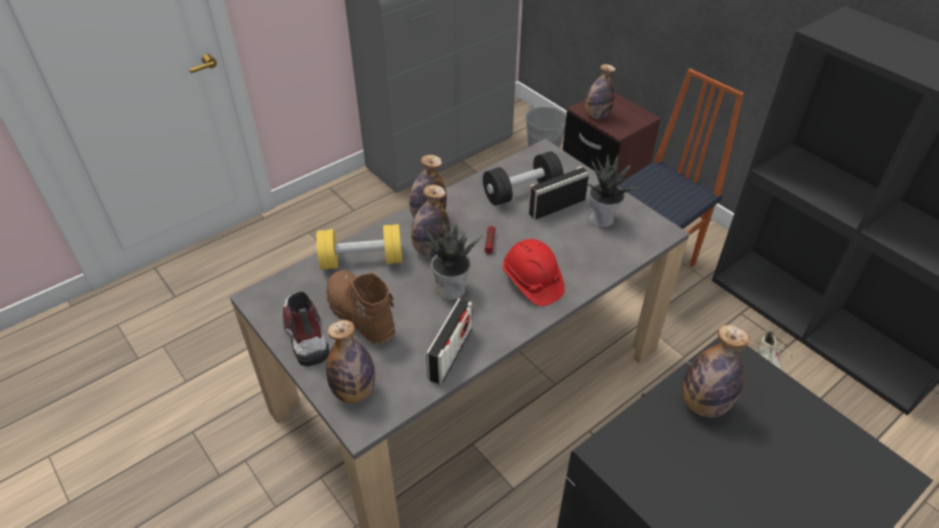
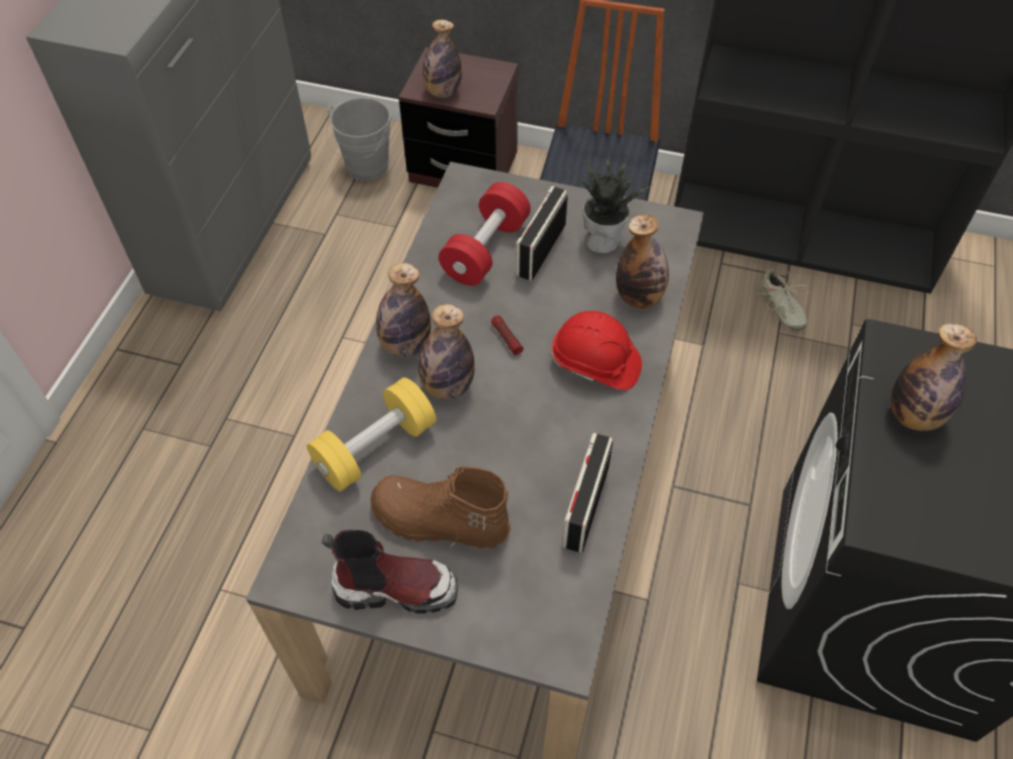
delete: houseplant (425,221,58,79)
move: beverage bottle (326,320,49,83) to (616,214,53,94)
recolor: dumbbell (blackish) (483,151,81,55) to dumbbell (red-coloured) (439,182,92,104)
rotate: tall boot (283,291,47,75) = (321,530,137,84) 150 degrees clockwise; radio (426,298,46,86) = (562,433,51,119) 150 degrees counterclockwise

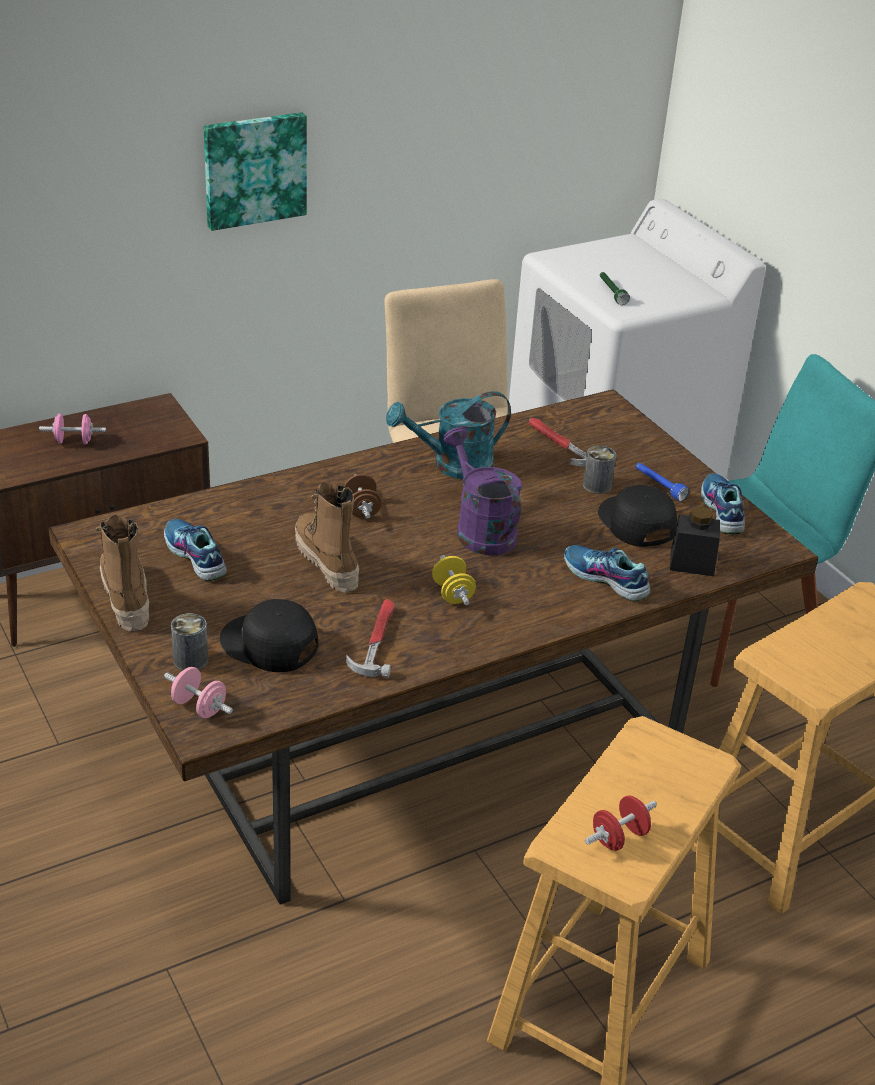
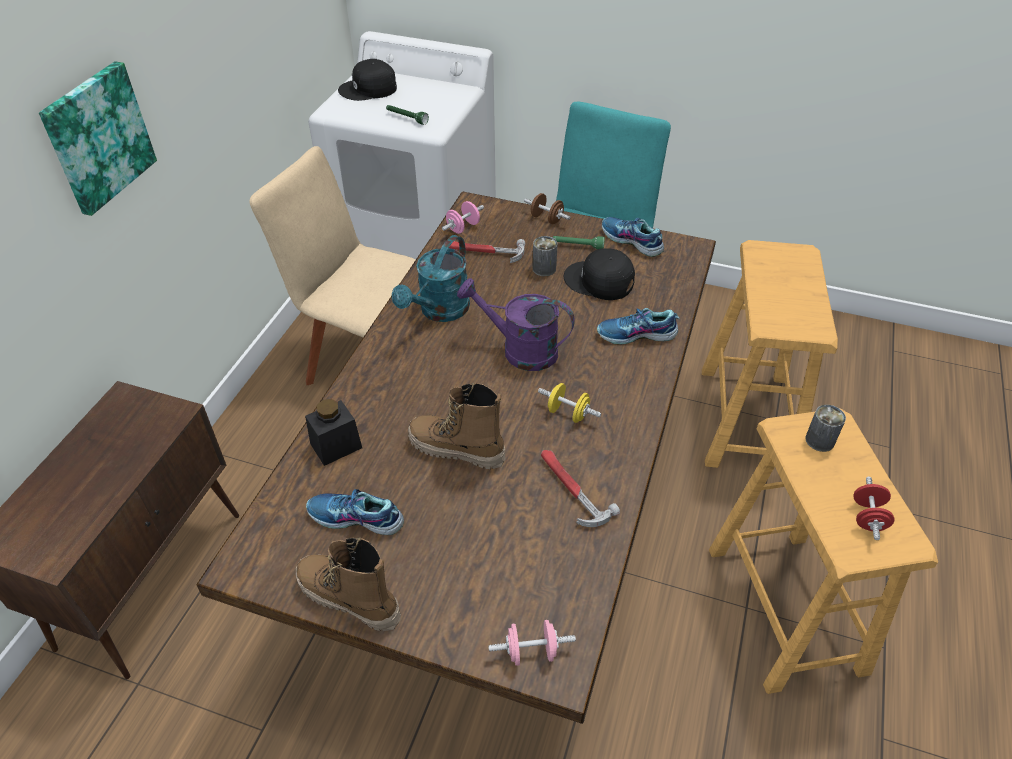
move: preserve jar (blackish) (670,506,50,70) to (305,399,57,67); cap (blackish) (220,599,98,73) to (338,59,59,42); dumbbell (pinkish) (39,414,67,30) to (442,201,42,33); dumbbell (brown-coloured) (344,474,38,45) to (524,193,46,31); metal can (171,613,37,58) to (805,405,41,47)
recolor: flashlight (bluish) (636,463,53,38) to flashlight (greenish) (553,236,52,13)

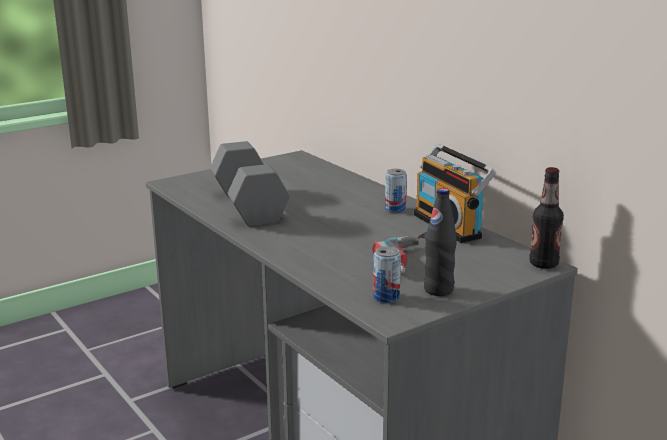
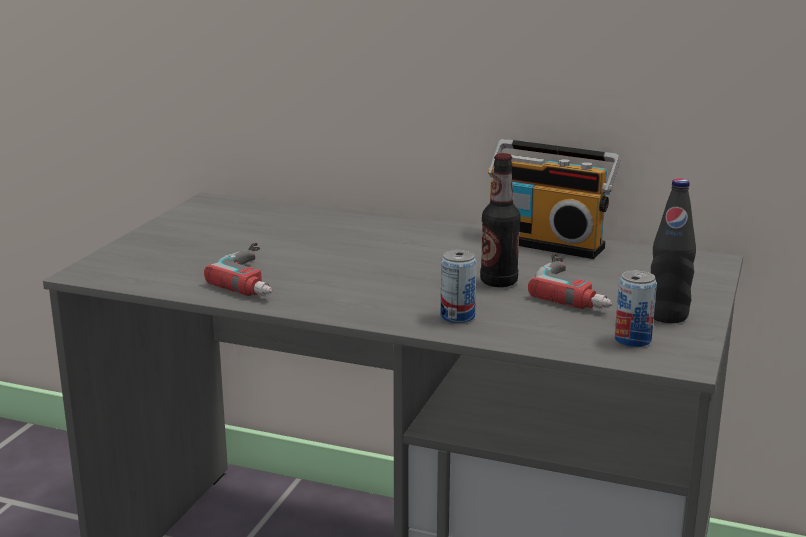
move: metal can (385,169,22,44) to (441,250,36,73); beverage bottle (529,167,35,102) to (480,153,41,134)
replace: dumbbell (grey) (210,141,80,86) to drill (204,243,69,53)

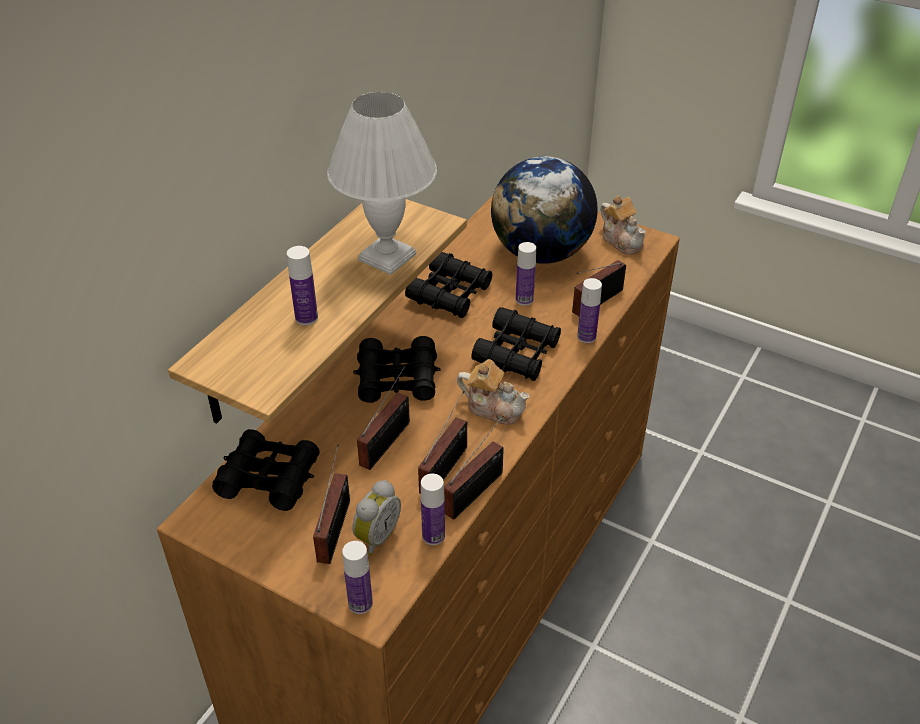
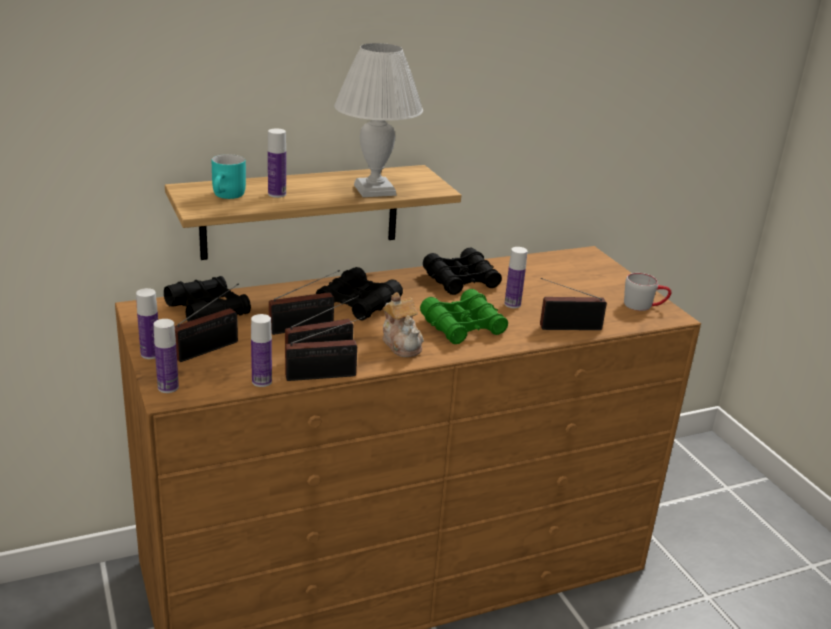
delete: table clock (352,480,49,76); desk globe (491,156,107,108)
insert: mug (blue-green) (211,154,35,45)
move: beverage bottle (577,278,25,65) to (136,288,22,71)
replace: pot for tea (600,195,46,60) to mug (grey) (624,273,48,38)
recolor: pair of binoculars (blackish) (471,307,90,74) to pair of binoculars (greenish) (420,289,88,55)

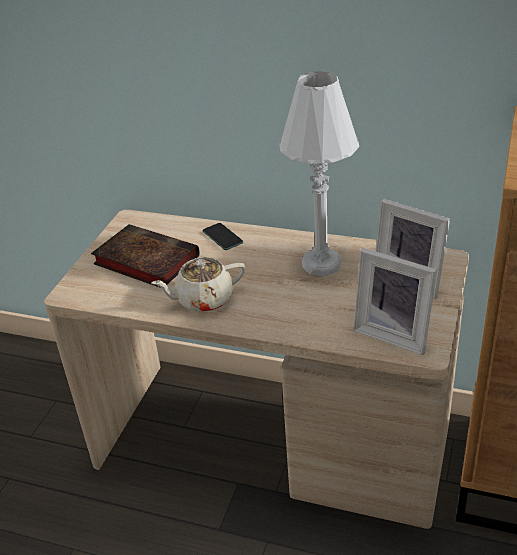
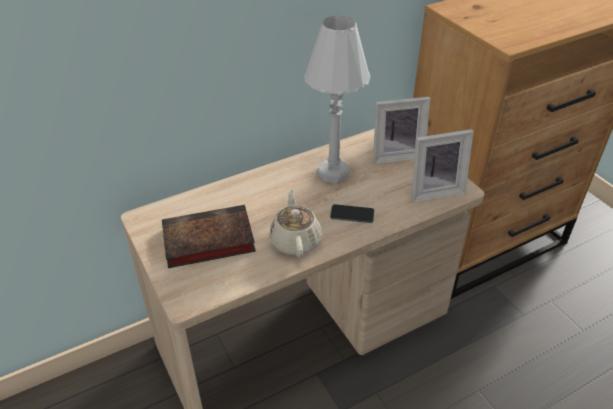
move: phone (203,223,40,27) to (330,204,44,19)
rotate: pot for tea (beige-coloured) (152,257,94,55) = (269,188,53,69) 150 degrees clockwise

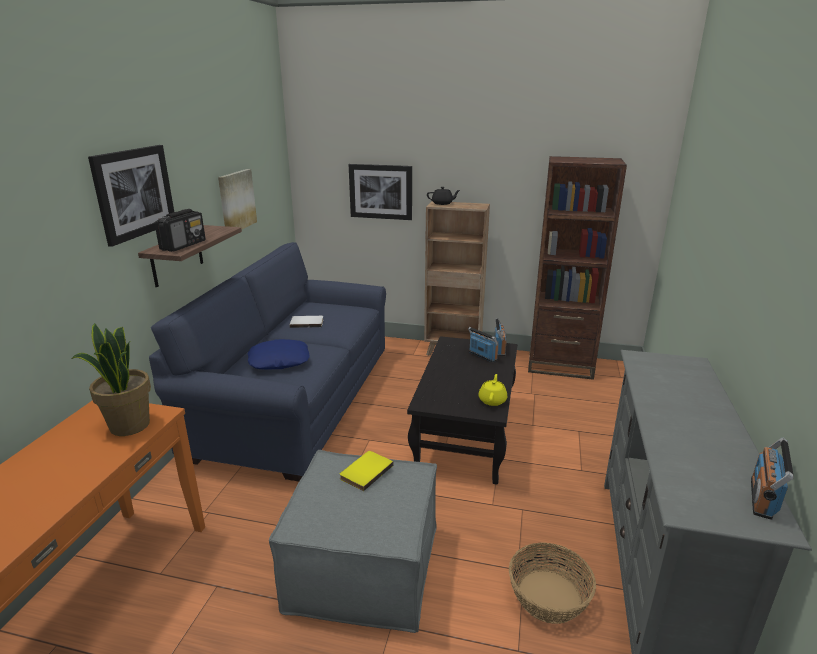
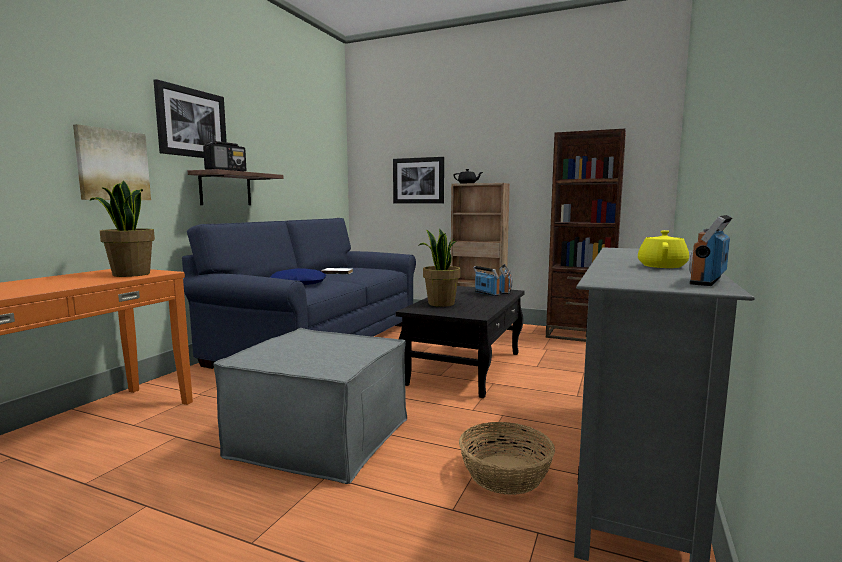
delete: bound book (yellow-coloured) (340,451,54,40)
insert: houseplant (418,228,43,79)
move: wall art (218,169,39,60) to (73,124,78,76); pot for tea (yellow-coloured) (479,374,28,32) to (638,230,51,38)

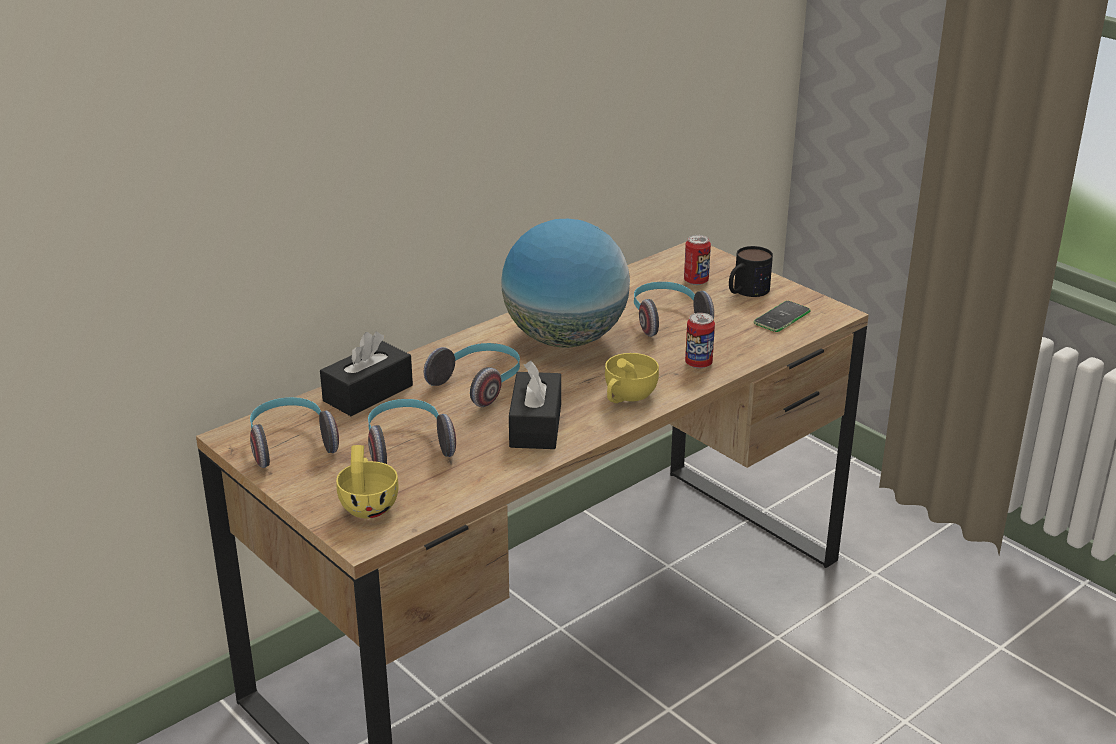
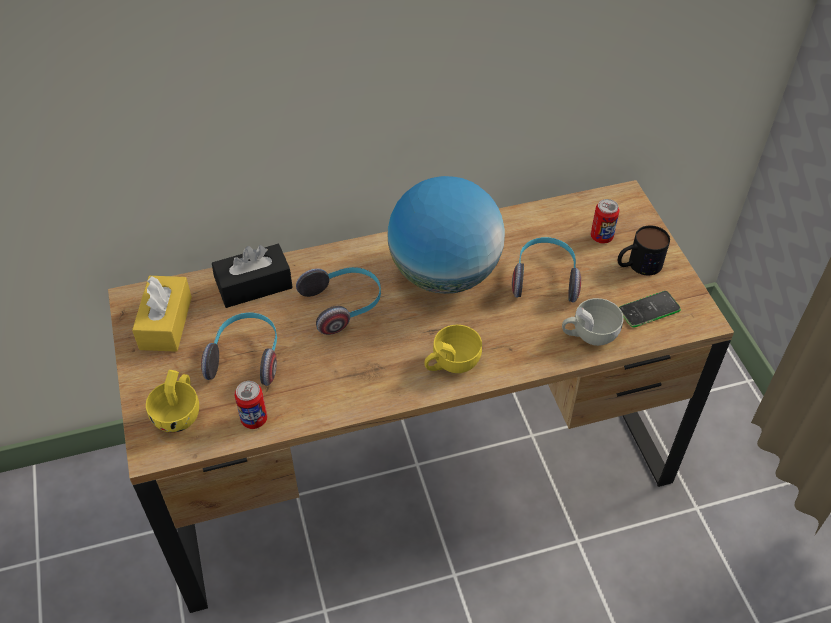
delete: tissue box (blackish) (509,361,52,88)
insert: drinking cup (whitish) (562,298,61,48)
move: metal can (685,313,30,55) to (235,381,32,48)
replace: headset (250,397,89,71) to tissue box (yellow-coloured) (132,276,60,76)

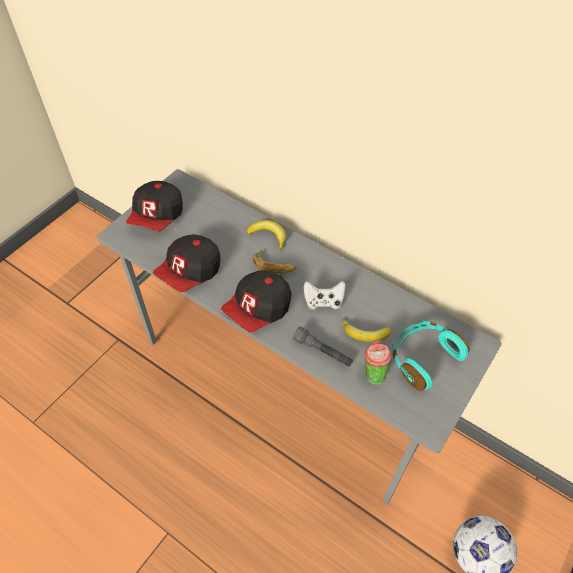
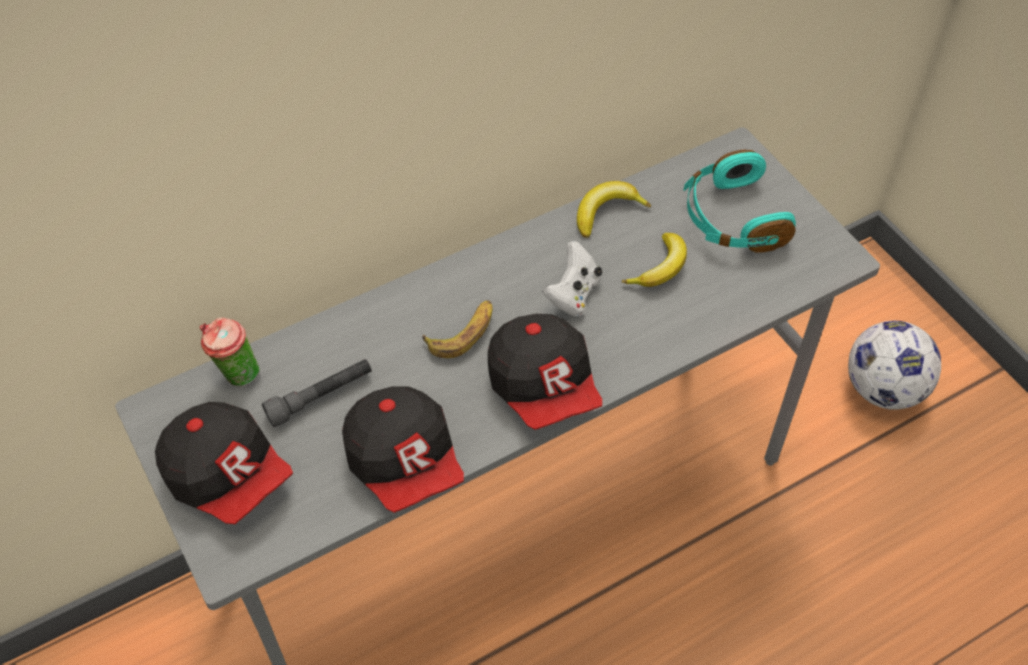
move: drinking cup (364,340,28,45) to (199,317,61,70); flashlight (grey) (293,326,60,41) to (262,359,110,68); banana (246,220,40,31) to (577,181,74,57)

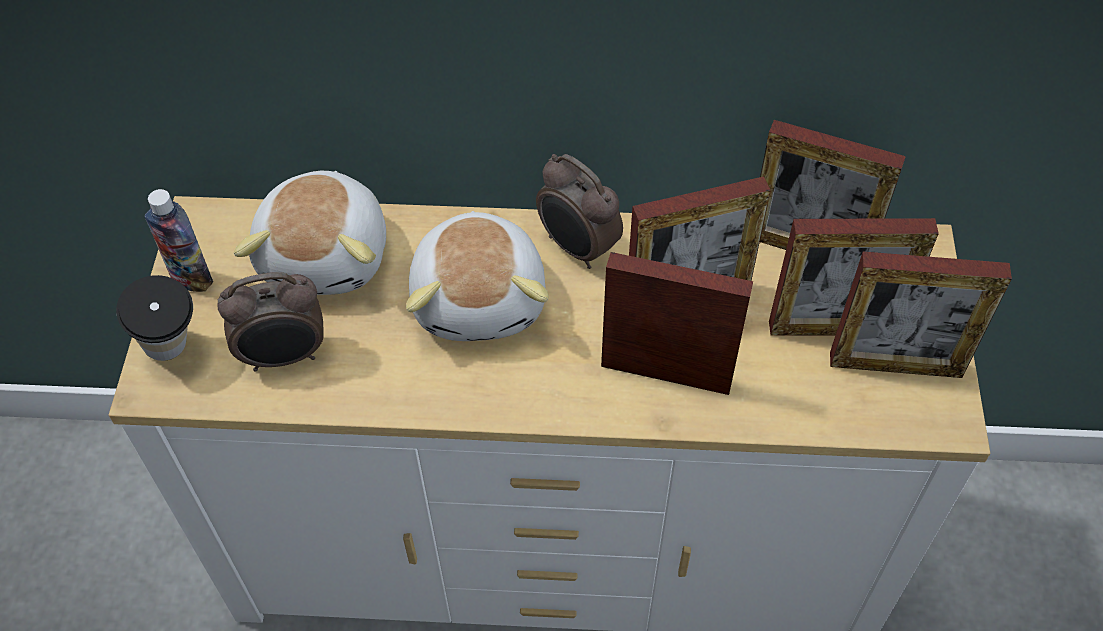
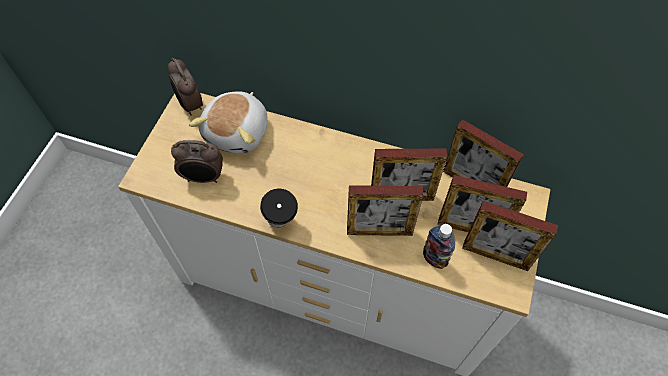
delete: plush toy (406,211,143,130)
move: table clock (536,154,87,115) to (168,58,35,58); drinking cup (116,275,77,86) to (260,189,38,39); beverage bottle (145,189,68,103) to (423,224,32,45)
rotate: standing frame (601,252,152,143) = (347,185,77,51) 150 degrees clockwise

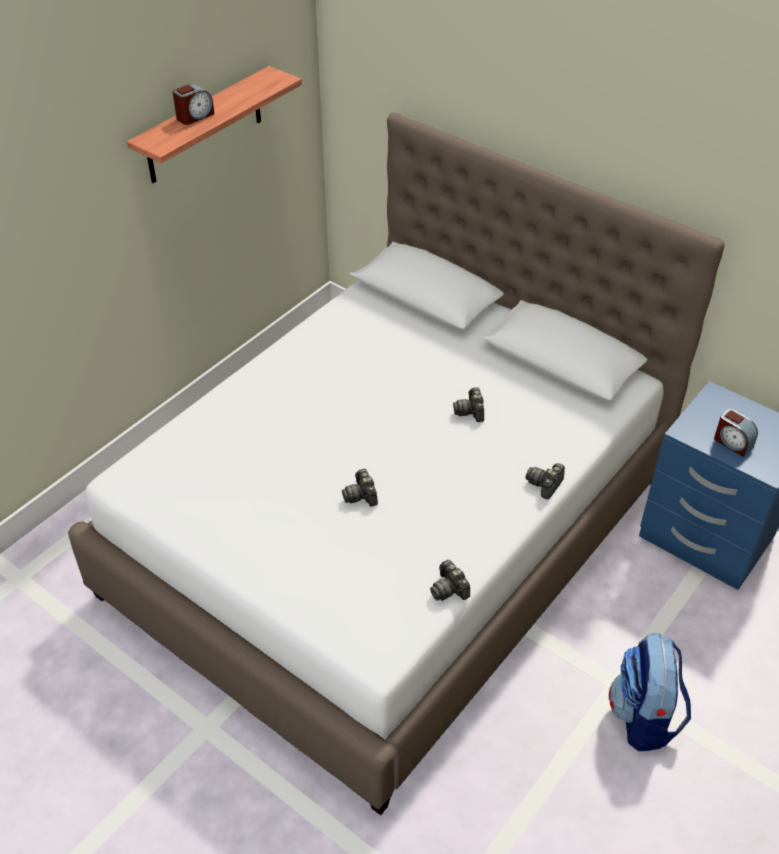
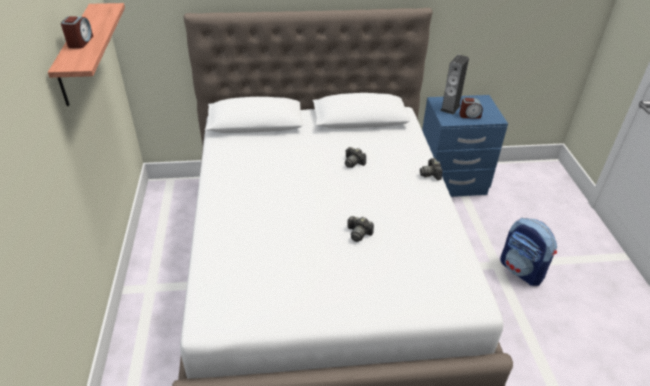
delete: still camera (430,560,40,41)
insert: loudspeaker (440,55,29,60)

